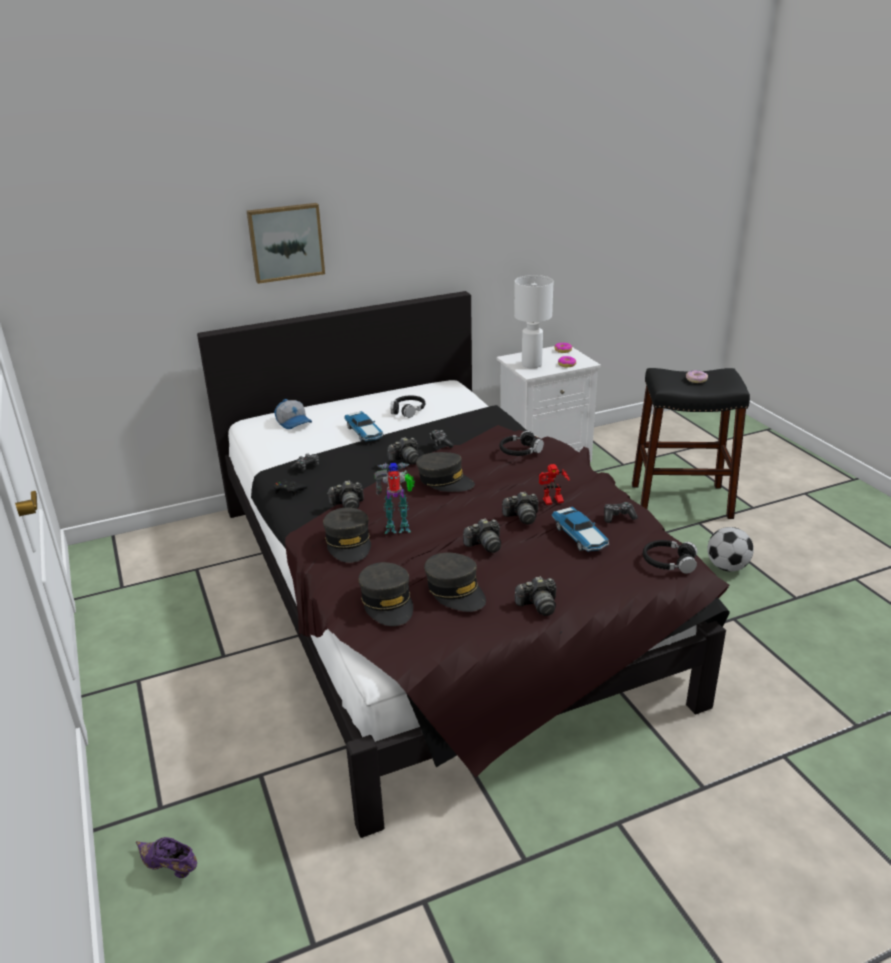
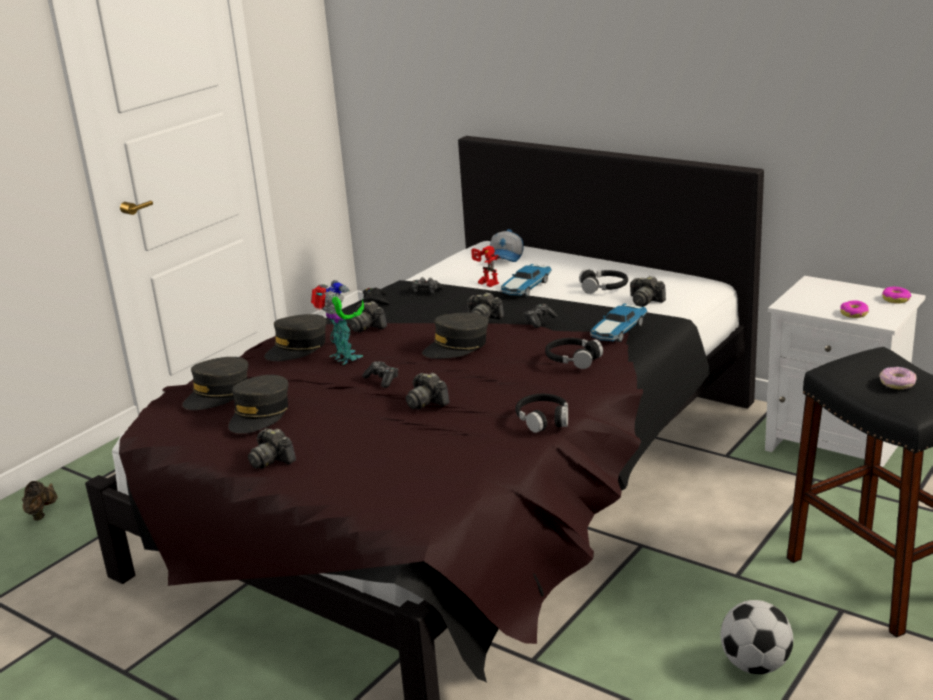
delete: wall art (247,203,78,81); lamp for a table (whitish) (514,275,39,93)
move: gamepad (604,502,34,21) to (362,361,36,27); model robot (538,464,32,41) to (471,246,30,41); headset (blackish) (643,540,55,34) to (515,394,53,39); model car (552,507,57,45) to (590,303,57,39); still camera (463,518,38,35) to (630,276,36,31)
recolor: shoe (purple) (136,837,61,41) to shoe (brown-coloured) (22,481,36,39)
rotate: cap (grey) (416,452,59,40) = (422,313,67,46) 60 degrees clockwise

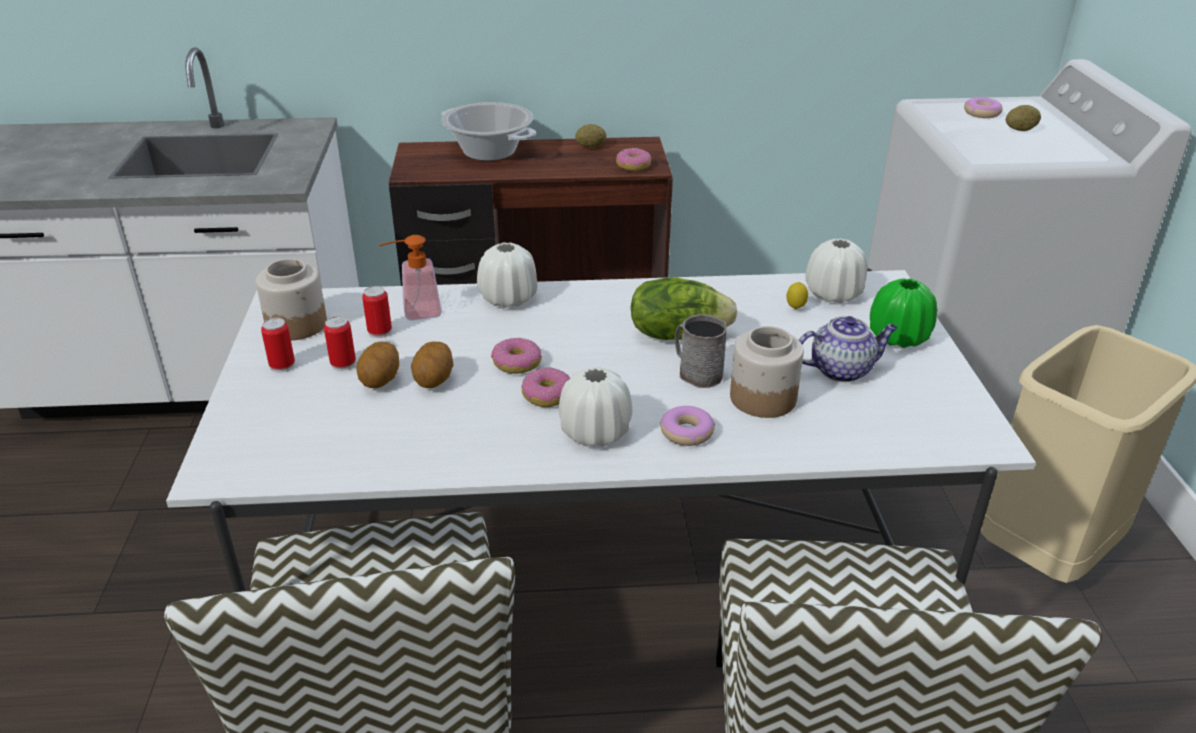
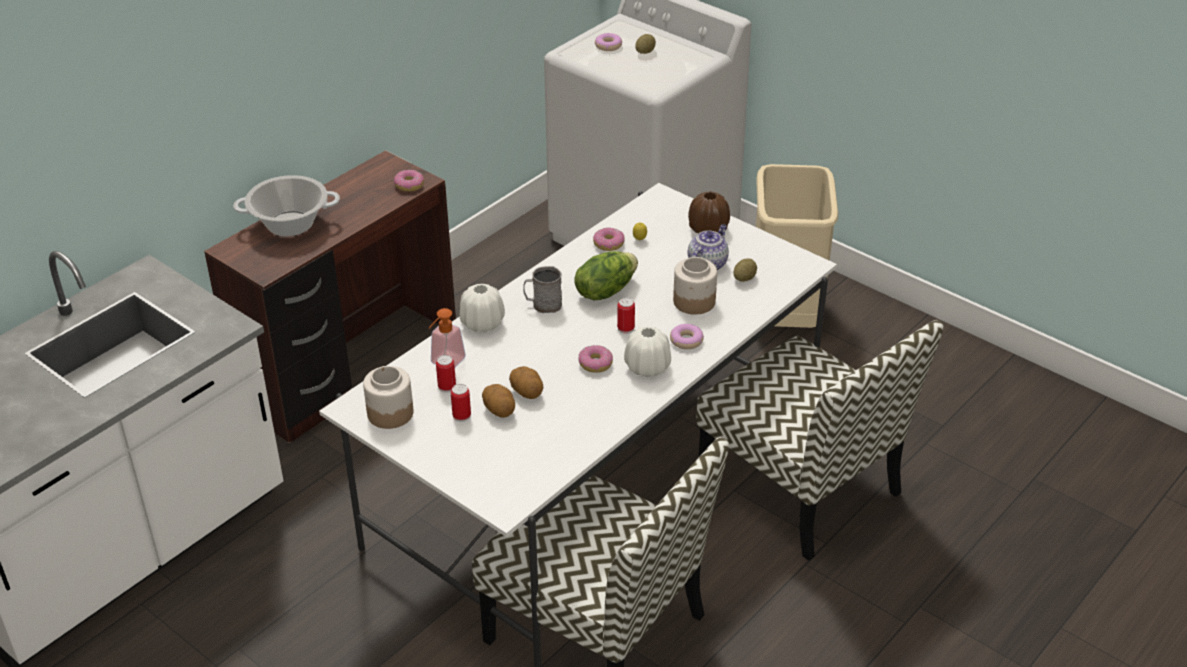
delete: vase (whitish) (805,238,62,65)
move: mug (grey) (675,314,52,74) to (523,266,39,47); doughnut (491,338,51,36) to (593,227,32,24); metal can (261,318,34,54) to (617,297,18,37); potato (575,124,31,24) to (733,258,24,24)
recolor: vase (greenish) (870,278,67,70) to vase (brown-coloured) (688,191,42,42)

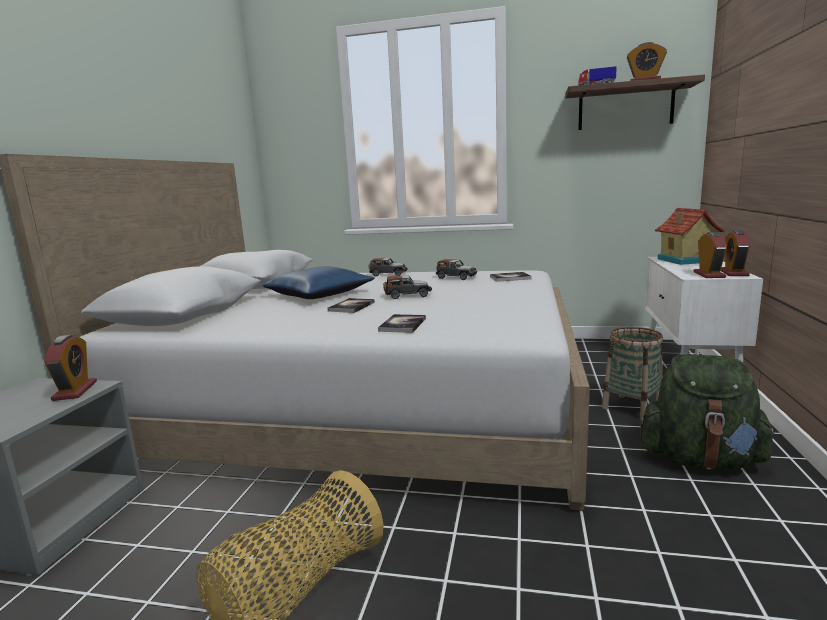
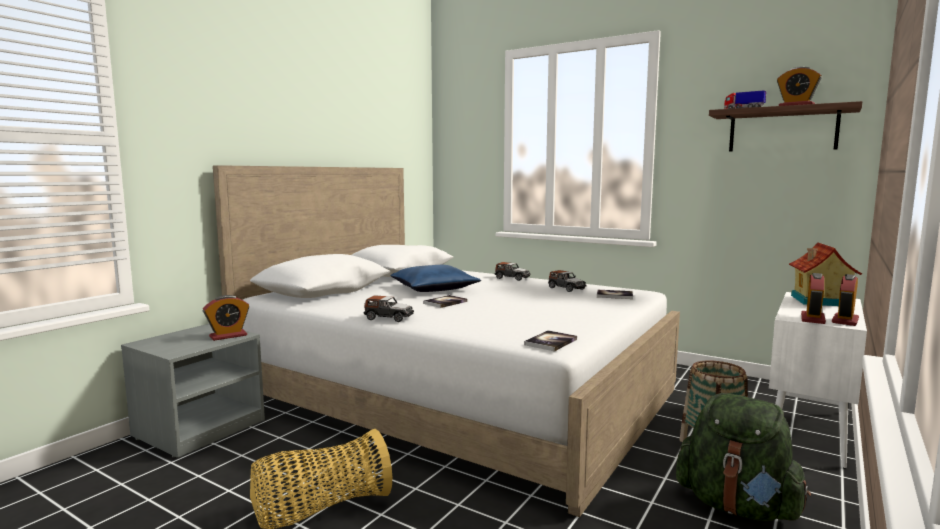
move: model car (383,275,49,24) to (364,295,50,27); bound book (378,314,48,19) to (524,330,53,22)
rotate: table clock (44,335,53,66) = (203,295,46,46) 45 degrees clockwise

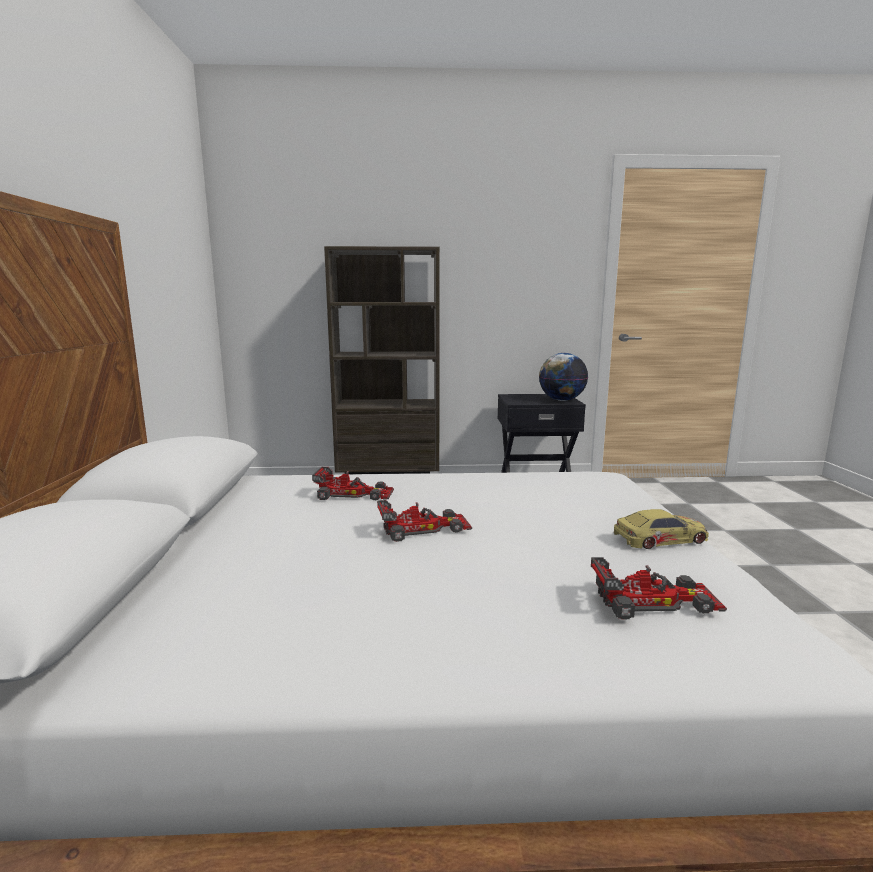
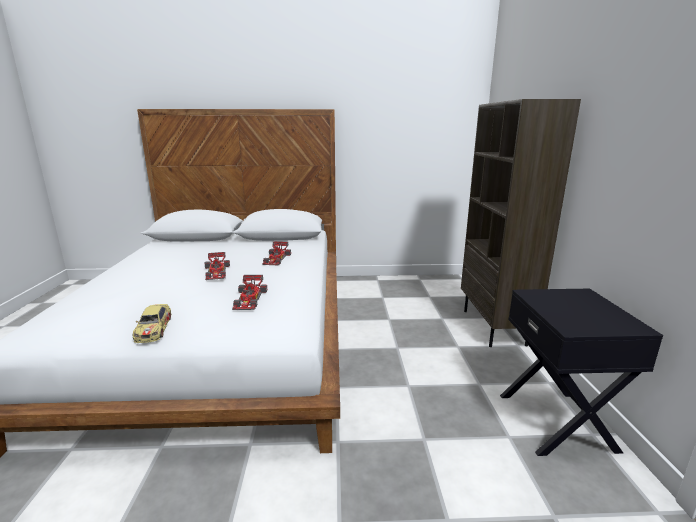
delete: desk globe (539,353,49,48)
move: model car (591,557,136,62) to (232,275,35,35)

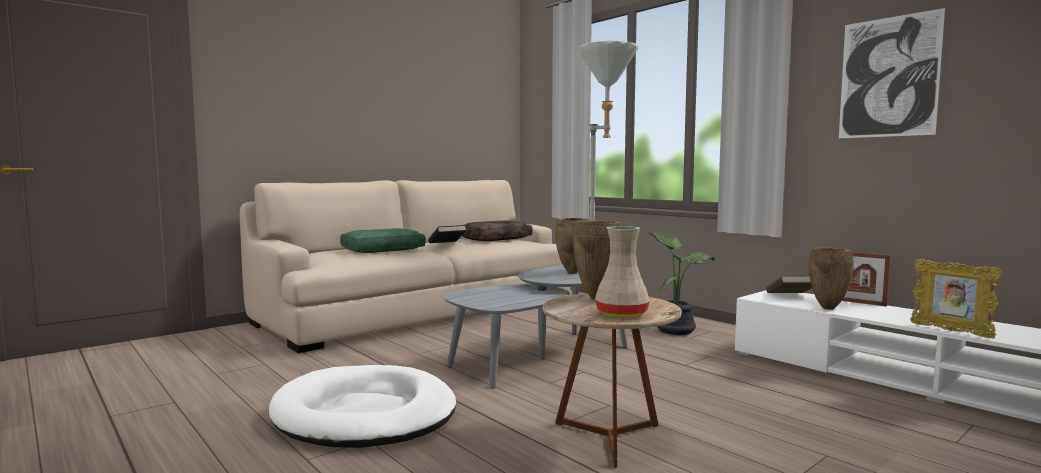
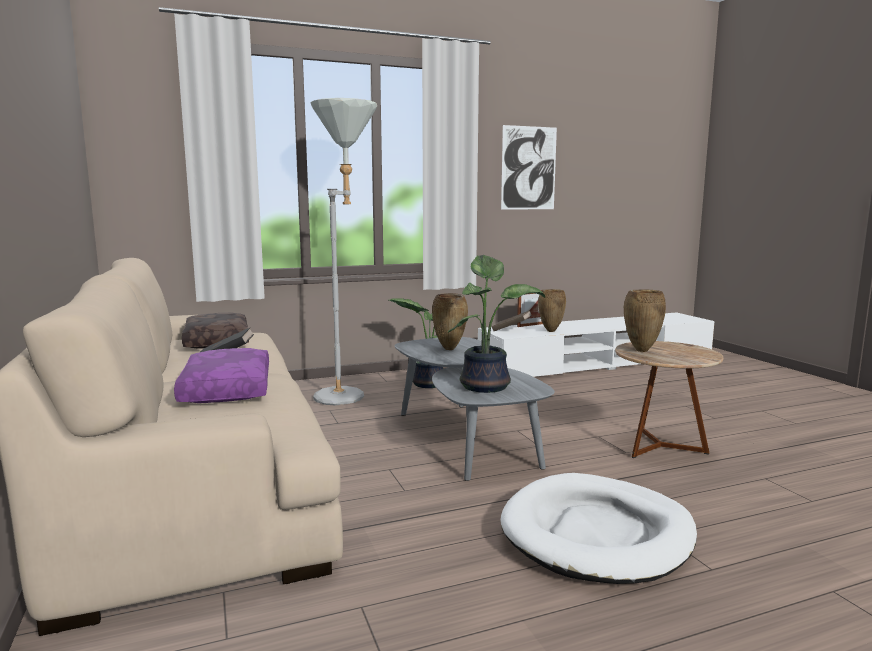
delete: vase (beige-coloured) (595,226,55,92); standing frame (910,259,92,80)
insert: houseplant (447,255,98,138)
recolor: throw pillow (greenish) (340,228,86,25) to throw pillow (purple) (174,348,95,55)

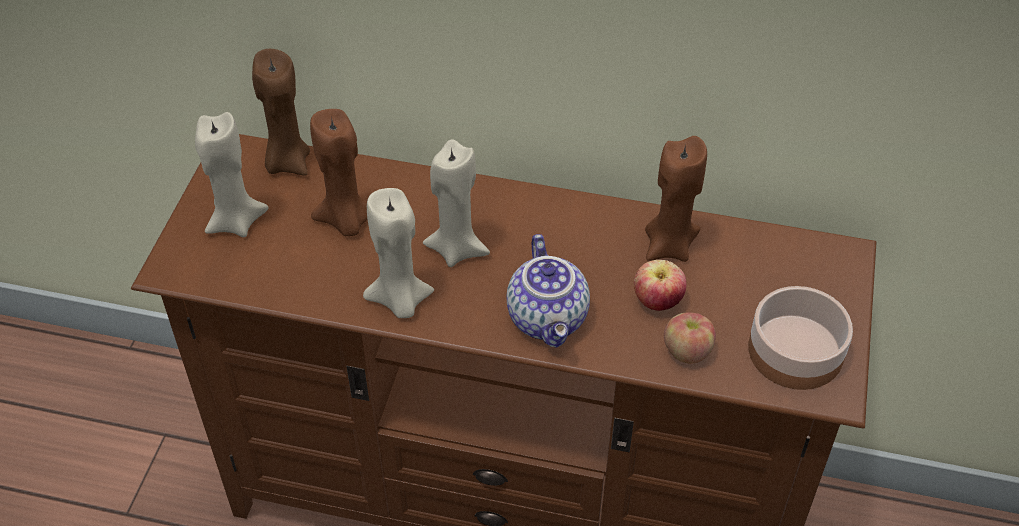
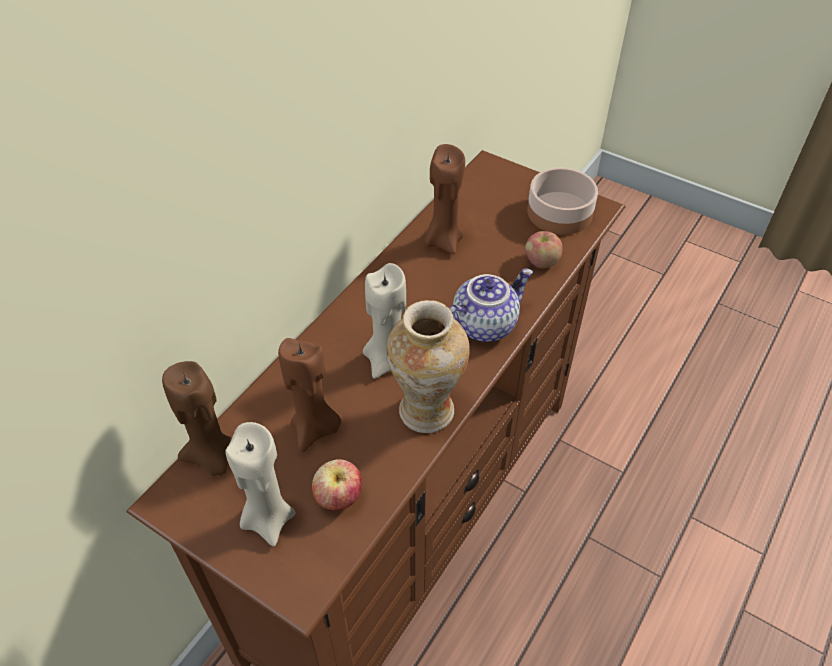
move: whole apple (634,260,52,51) to (312,459,50,51)
replace: wax candle (beige-coloured) (363,188,71,130) to vase (387,300,83,133)
rotate: pot for tea (507,234,83,113) = (449,269,84,73) 45 degrees counterclockwise

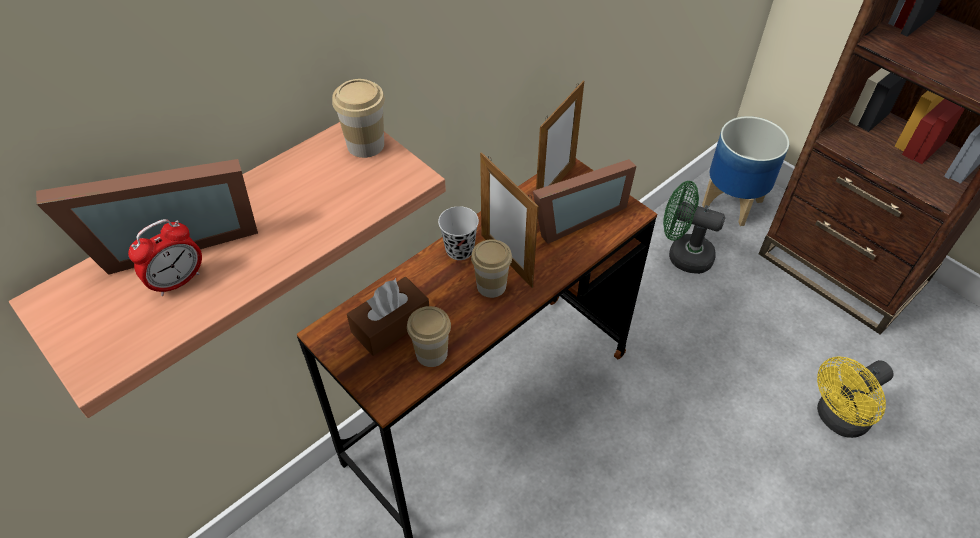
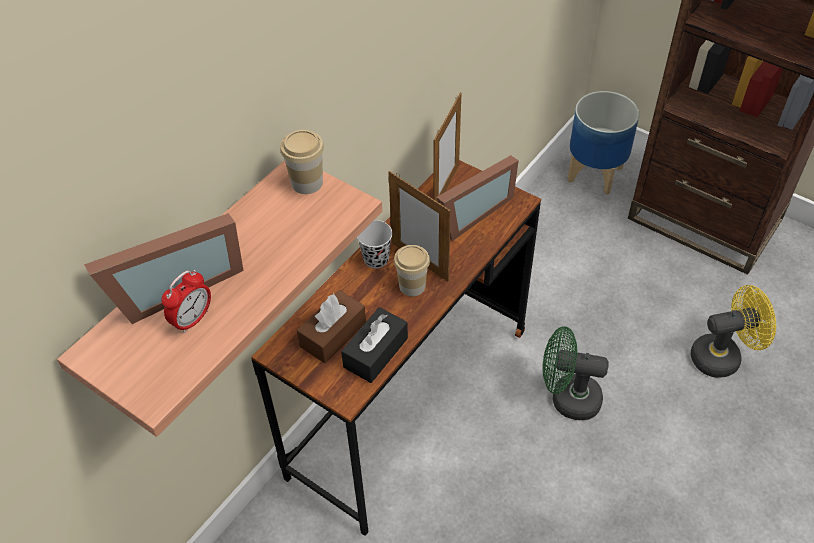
move: cooling fan (greenish) (663,181,62,93) to (543,326,66,94)
replace: drinking cup (407,306,44,61) to tissue box (blackish) (341,307,67,76)
rotate: cooling fan (yellow-coloured) (817,356,77,82) = (691,285,85,93) 150 degrees counterclockwise

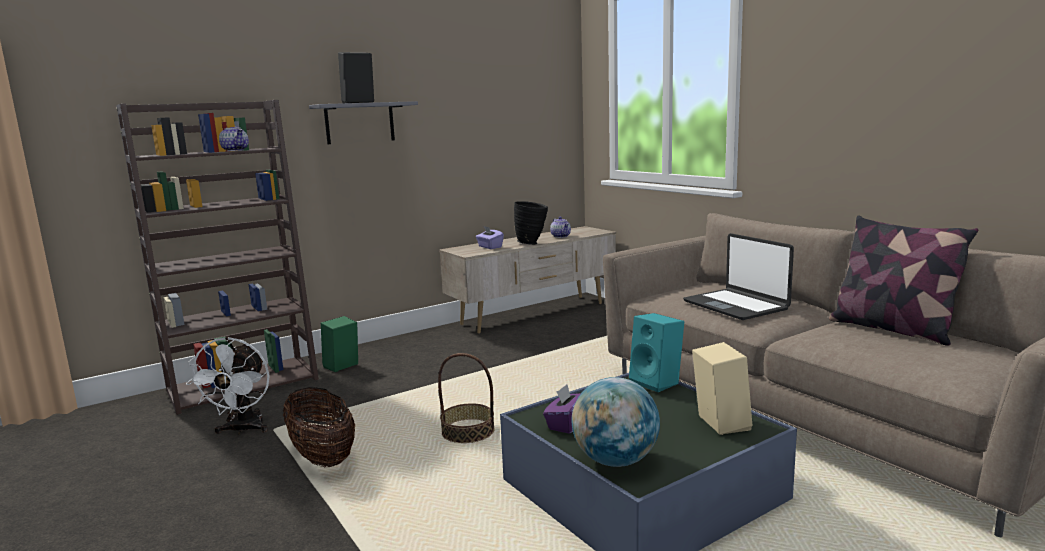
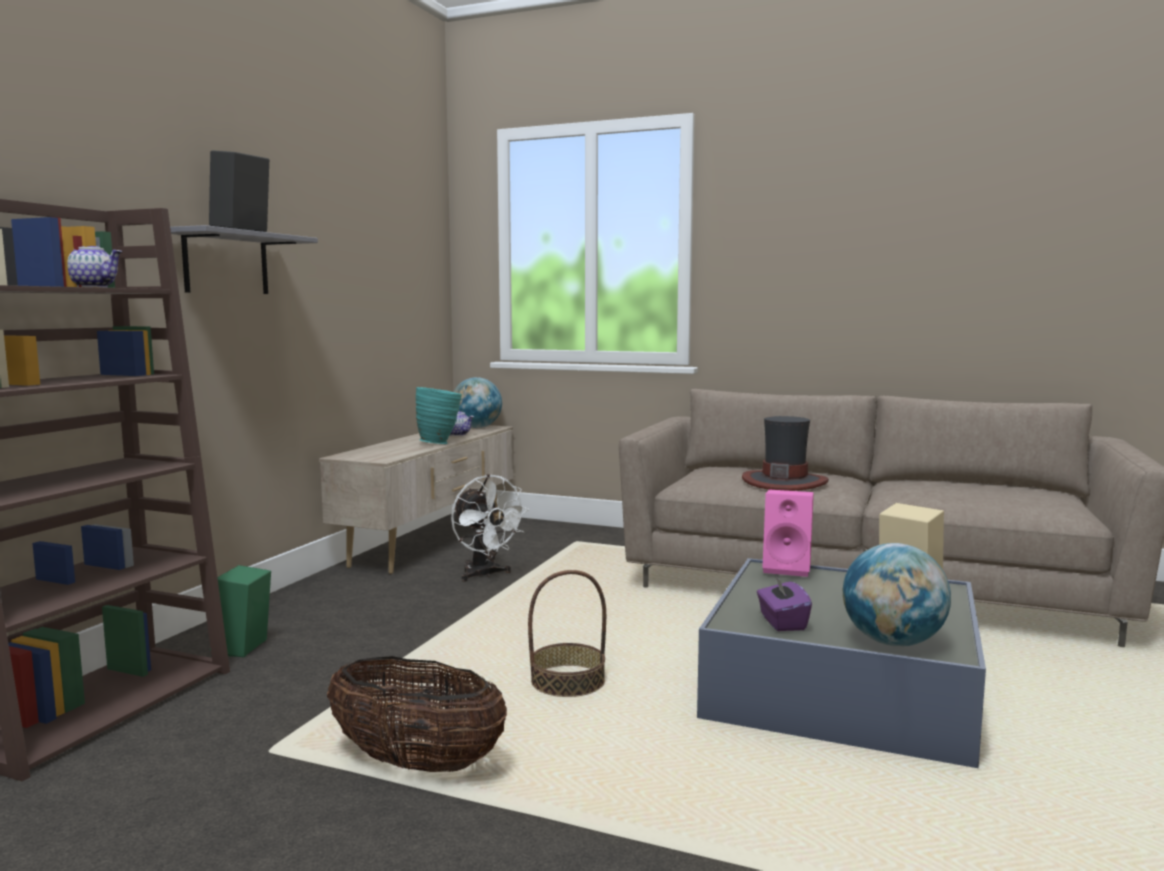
delete: tissue box (purple) (476,226,28,23); throw pillow (829,216,149,130)
insert: desk globe (454,377,48,51)
move: cooling fan (whitish) (186,337,84,98) to (451,474,78,108)
replace: laptop (683,233,111,87) to clothing hat (742,416,87,75)
recolor: vase (blackish) (514,201,34,44) to vase (blue-green) (416,387,46,57); loudspeaker (blue-green) (629,313,55,79) to loudspeaker (pinkish) (762,490,52,87)

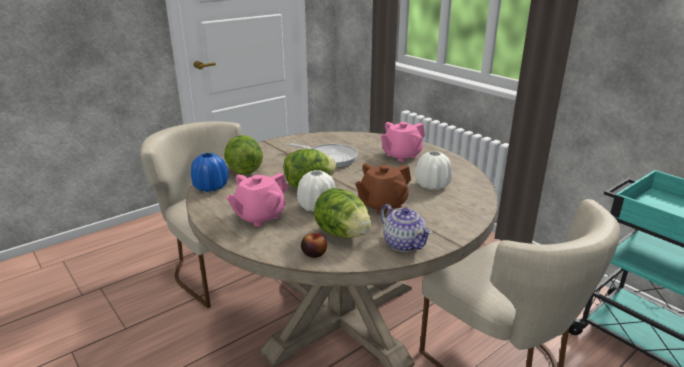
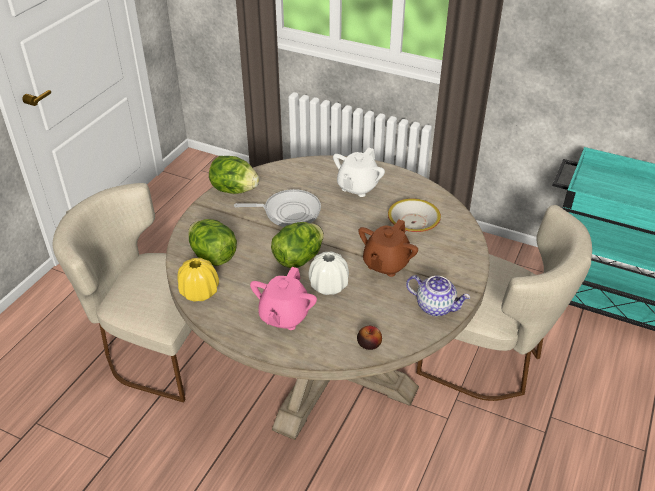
move: lettuce (314,188,57,50) to (209,156,50,38)
replace: vase (whitish) (415,151,37,39) to serving bowl (388,198,53,34)
recolor: vase (bluish) (191,153,38,39) to vase (yellow-coloured) (177,258,42,44); pot for tea (pinkish) (381,122,44,40) to pot for tea (whitish) (333,148,52,49)

